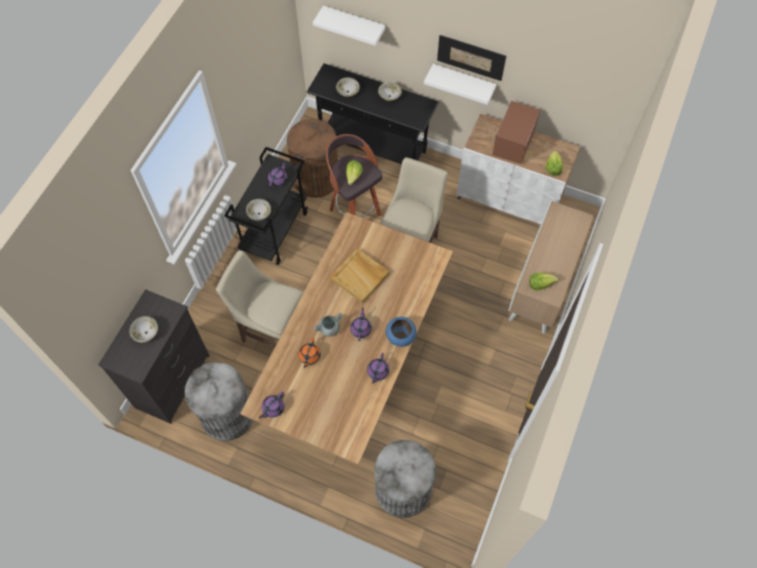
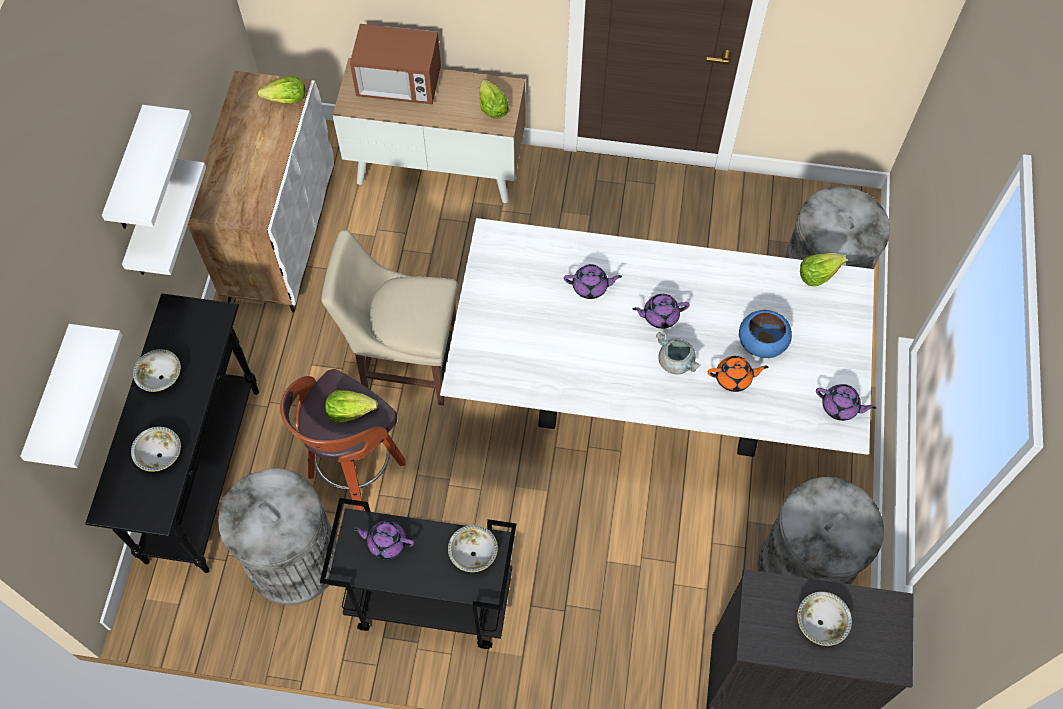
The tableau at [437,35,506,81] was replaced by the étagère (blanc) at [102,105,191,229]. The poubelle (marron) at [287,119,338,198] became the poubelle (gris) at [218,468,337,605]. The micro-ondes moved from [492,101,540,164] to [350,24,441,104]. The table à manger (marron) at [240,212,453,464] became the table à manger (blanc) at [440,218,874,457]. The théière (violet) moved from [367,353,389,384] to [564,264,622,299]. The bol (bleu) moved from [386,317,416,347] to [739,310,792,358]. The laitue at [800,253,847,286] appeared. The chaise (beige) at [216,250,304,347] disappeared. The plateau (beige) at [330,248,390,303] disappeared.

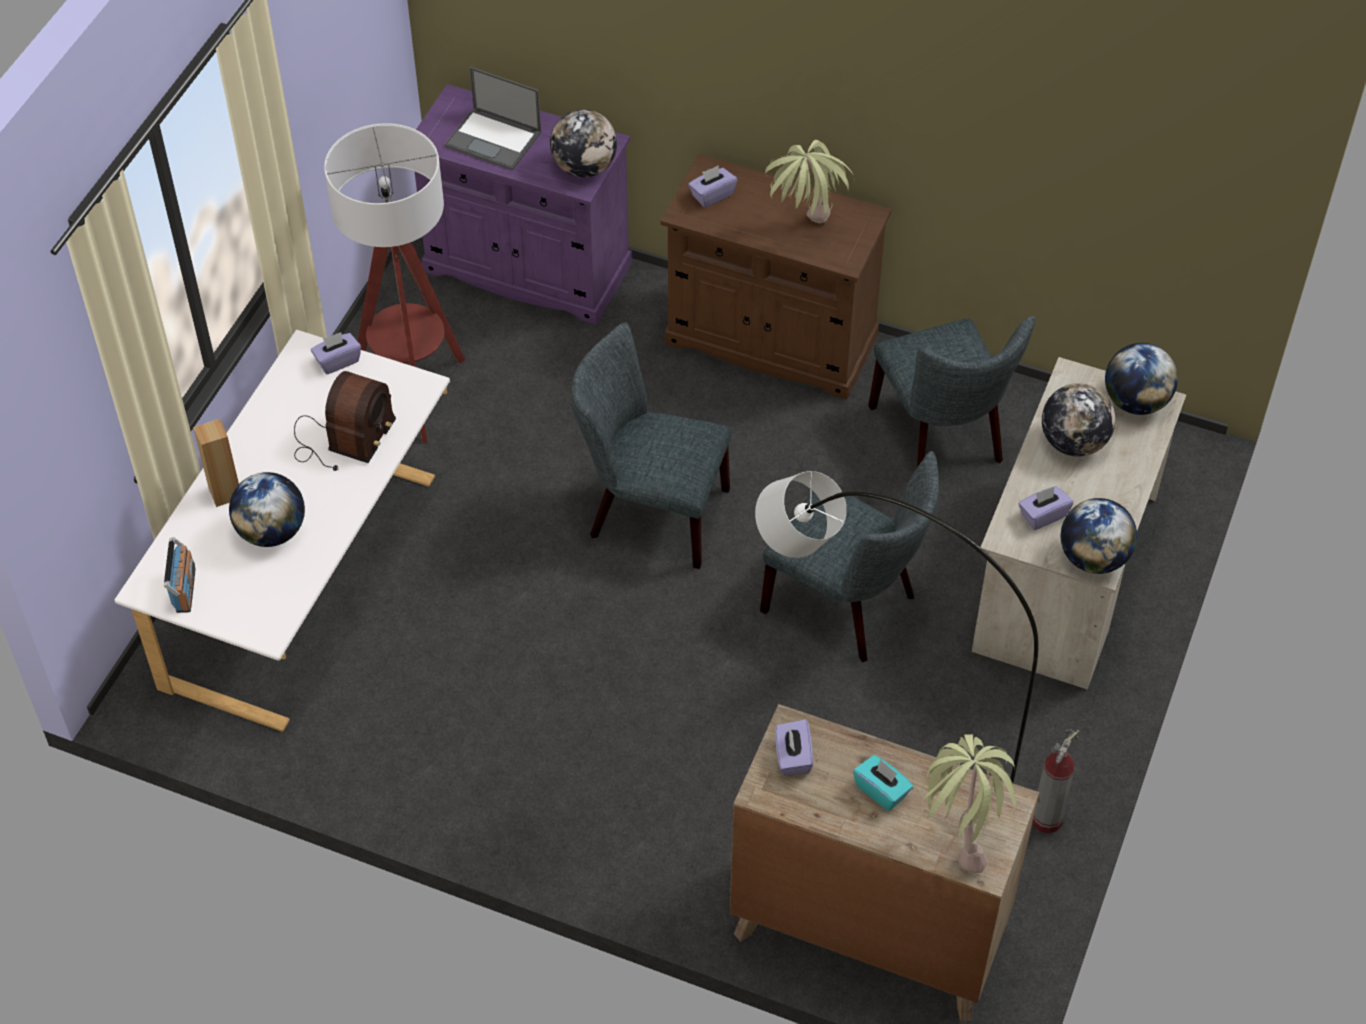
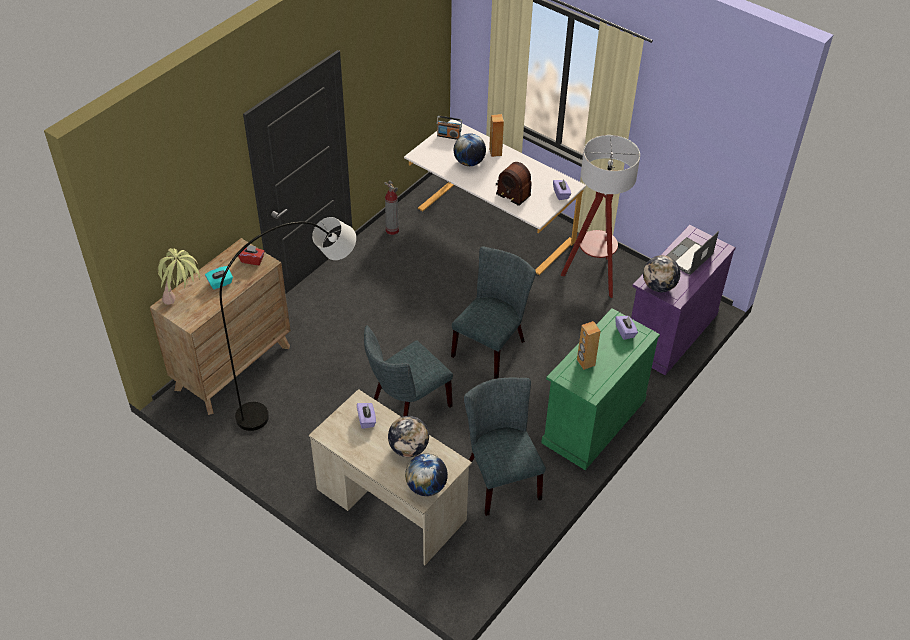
The boîte à mouchoirs (violet) at [775,719,813,775] became the boîte à mouchoirs (rouge) at [238,245,265,265]. The extincteur moved from [1032,729,1079,833] to [385,180,399,235]. The chaise (gris) at [868,316,1035,467] turned 75 degrees clockwise. The meuble de rangement (marron) at [661,154,892,400] became the meuble de rangement (vert) at [541,308,660,470]. The plante en pot at [765,140,853,223] was replaced by the enceinte (marron) at [577,321,600,370]. The globe at [1061,498,1137,574] disappeared.

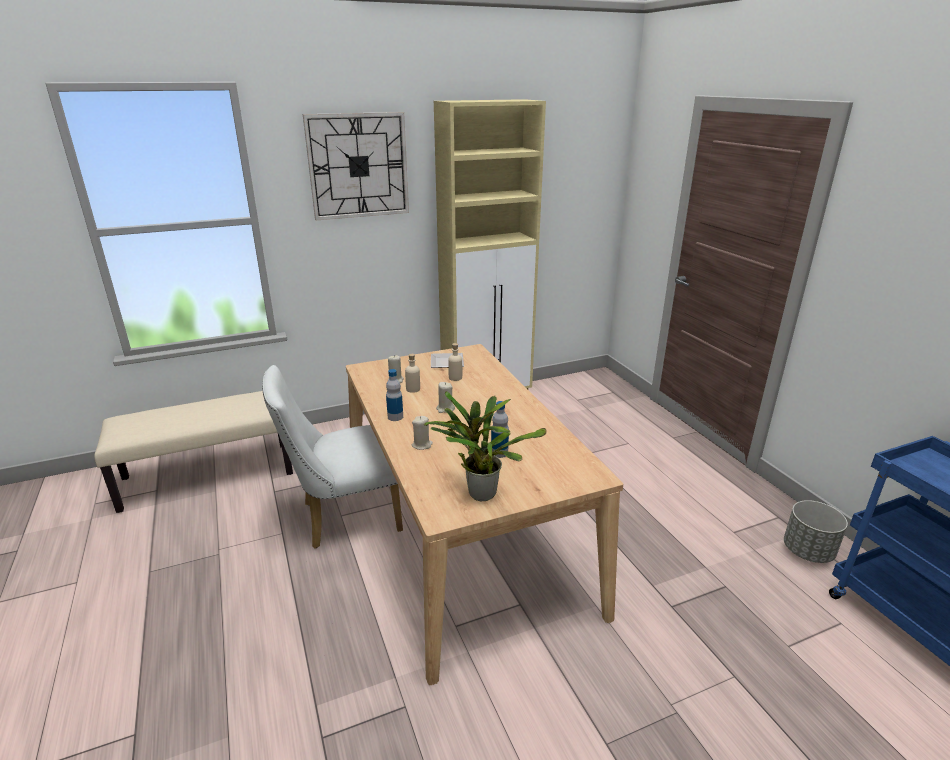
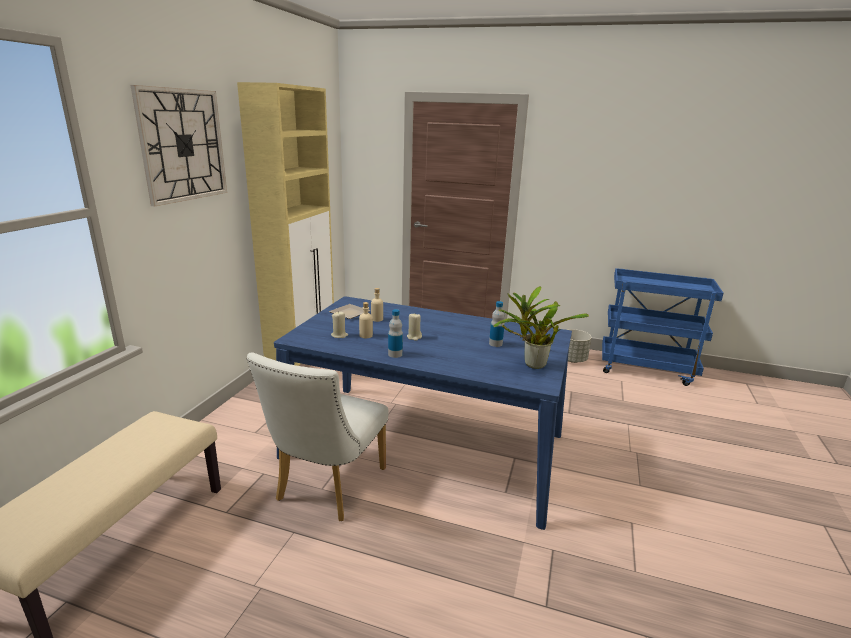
The table à manger (beige) at [346,344,623,685] became the table à manger (bleu) at [274,296,572,530]. The bougie (beige) at [412,416,433,450] disappeared.

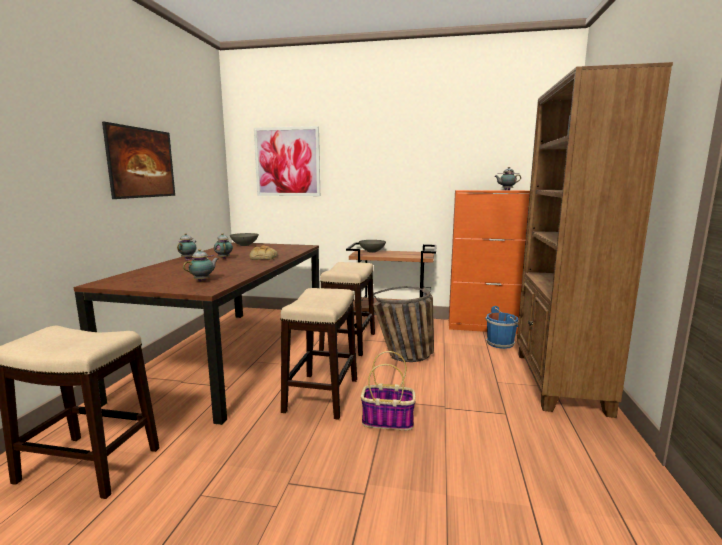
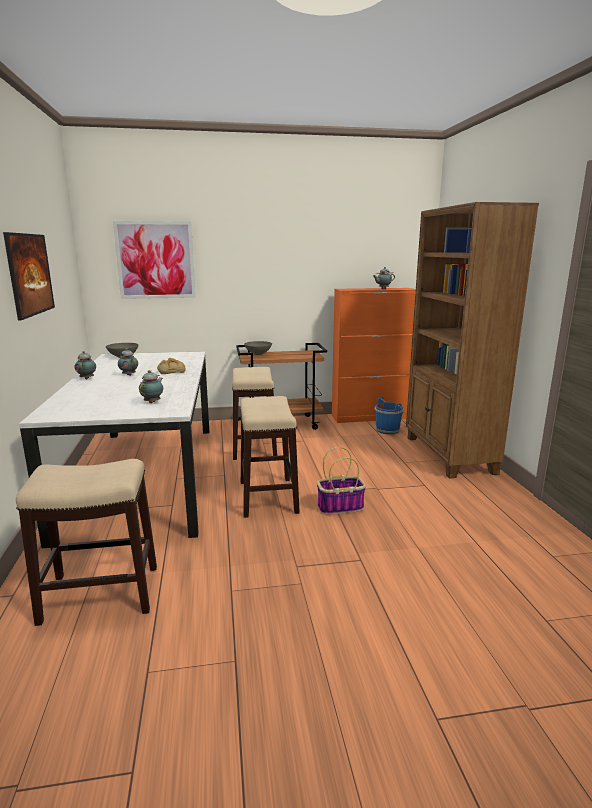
The table à manger (marron) at [74,242,320,425] became the table à manger (blanc) at [19,351,209,548]. The panier at [373,286,434,362] disappeared.

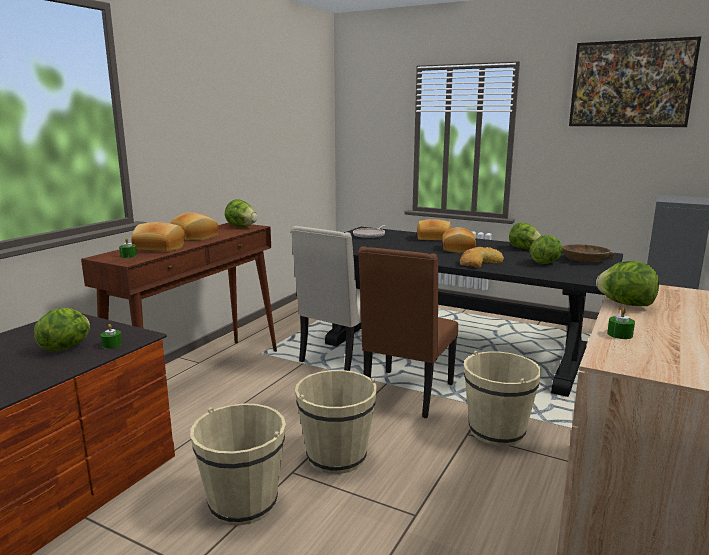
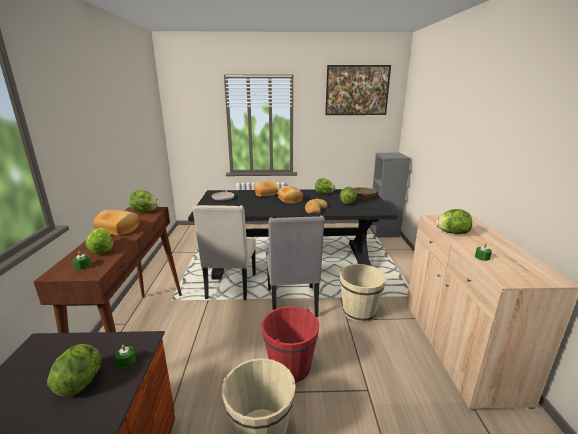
The pain at [131,222,185,251] was replaced by the laitue at [86,228,113,254]. The seau (beige) at [295,370,377,474] became the seau (rouge) at [261,306,319,383]. The chaise (marron) at [358,246,458,418] became the chaise (gris) at [266,216,325,317].

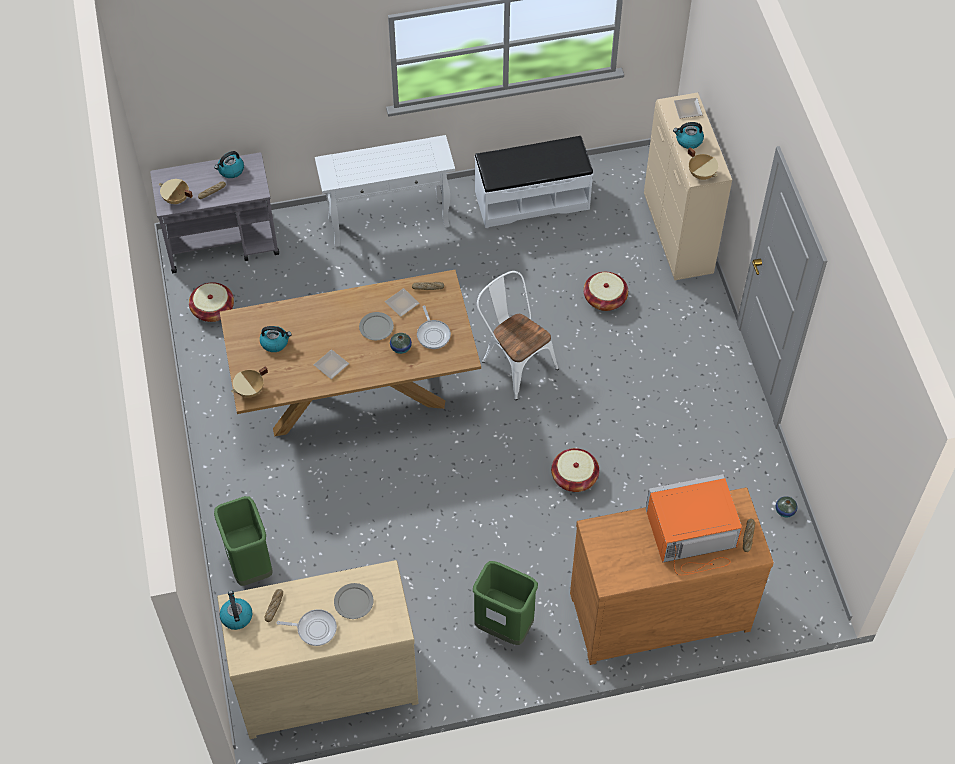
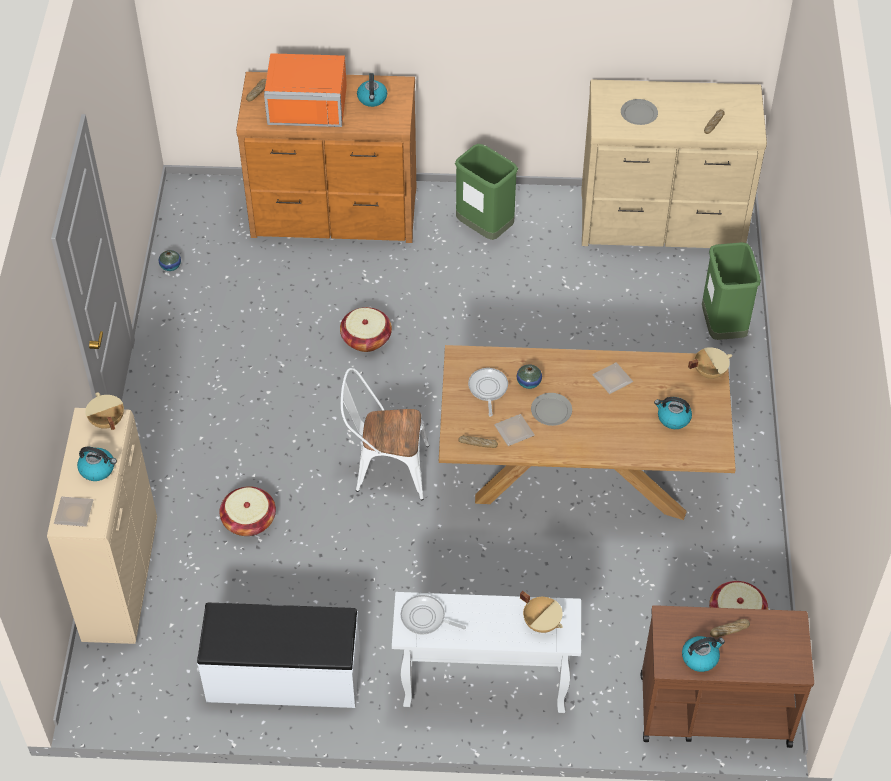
The chaise (blanc) at [477,271,559,400] turned 120 degrees clockwise. The bouilloire moved from [220,591,252,630] to [357,73,387,107]. The poêle moved from [276,609,337,646] to [400,595,466,635]. The marmite (beige) moved from [159,179,193,204] to [520,591,563,633]. The chariot (gris) at [150,152,279,273] became the chariot (marron) at [640,605,814,748].

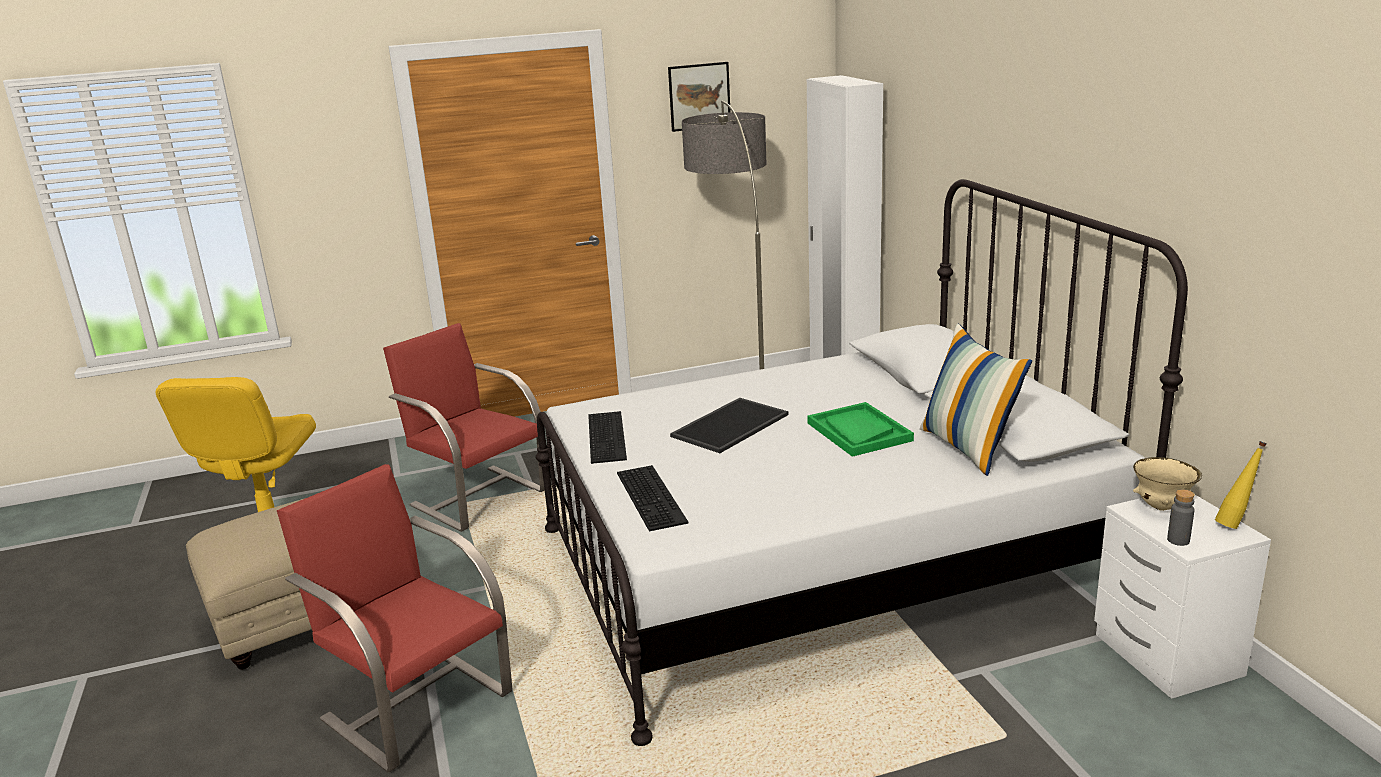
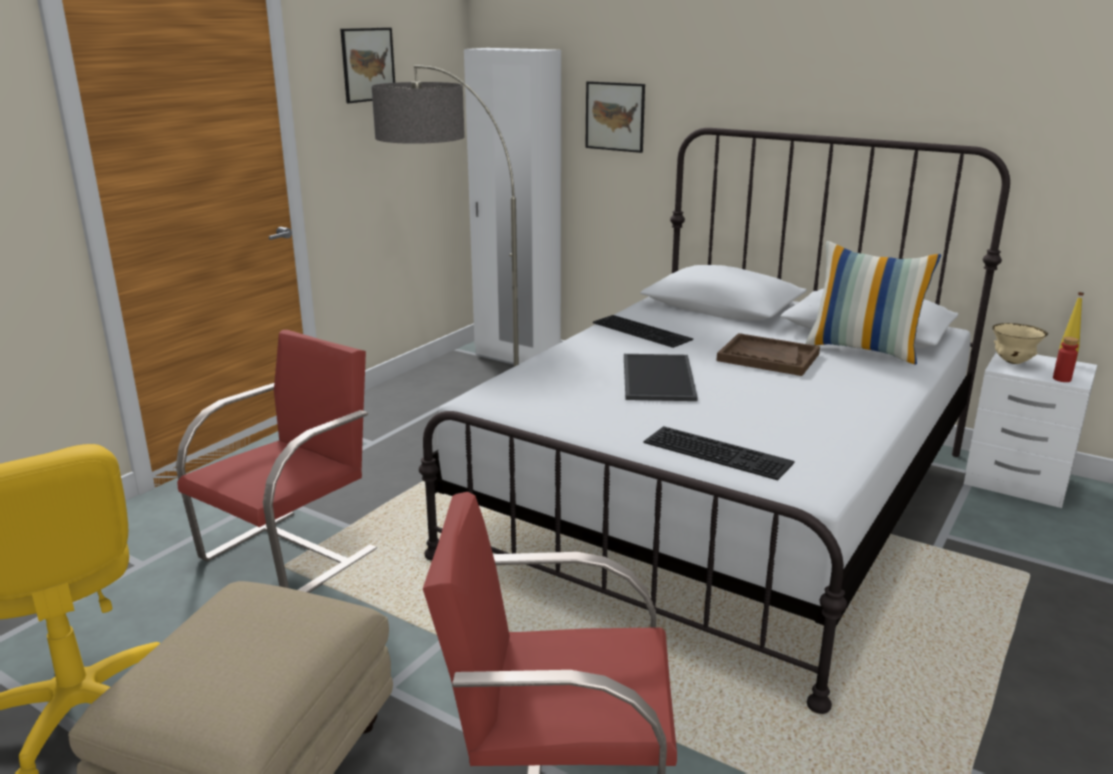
The chaise (rouge) at [383,323,544,532] turned 120 degrees clockwise. The tableau at [585,81,645,153] appeared. The clavier moved from [588,411,627,464] to [593,315,693,348]. The plateau (vert) at [808,402,914,457] became the plateau (marron) at [716,333,820,376]. The bouteille (gris) at [1167,489,1195,546] became the bouteille (rouge) at [1053,337,1079,382].

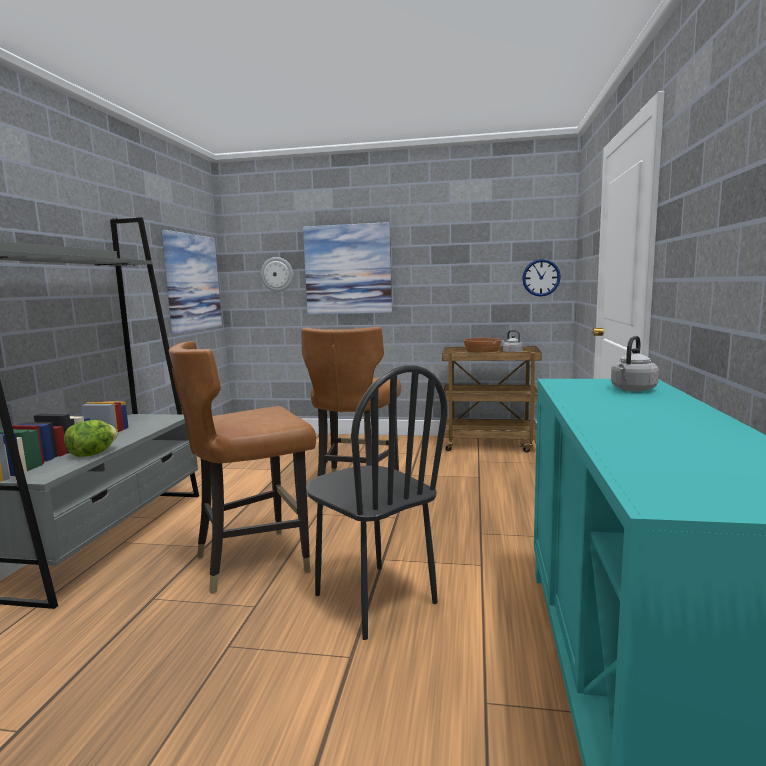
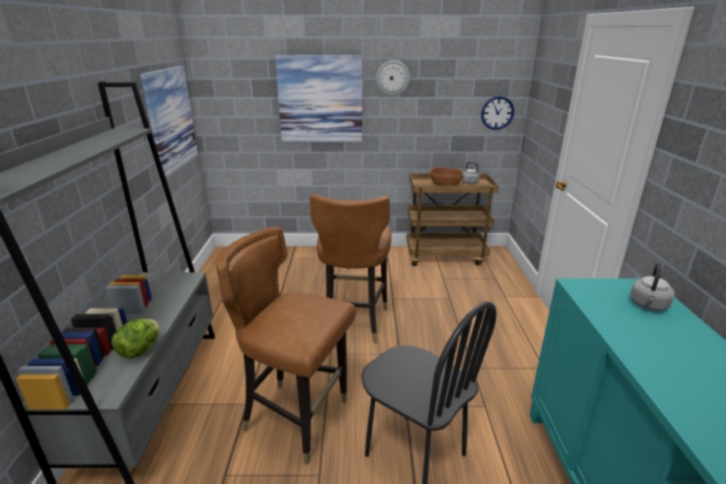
The chaise (marron) at [169,341,316,594] turned 60 degrees clockwise. The horloge murale moved from [261,257,293,292] to [376,60,410,96].

